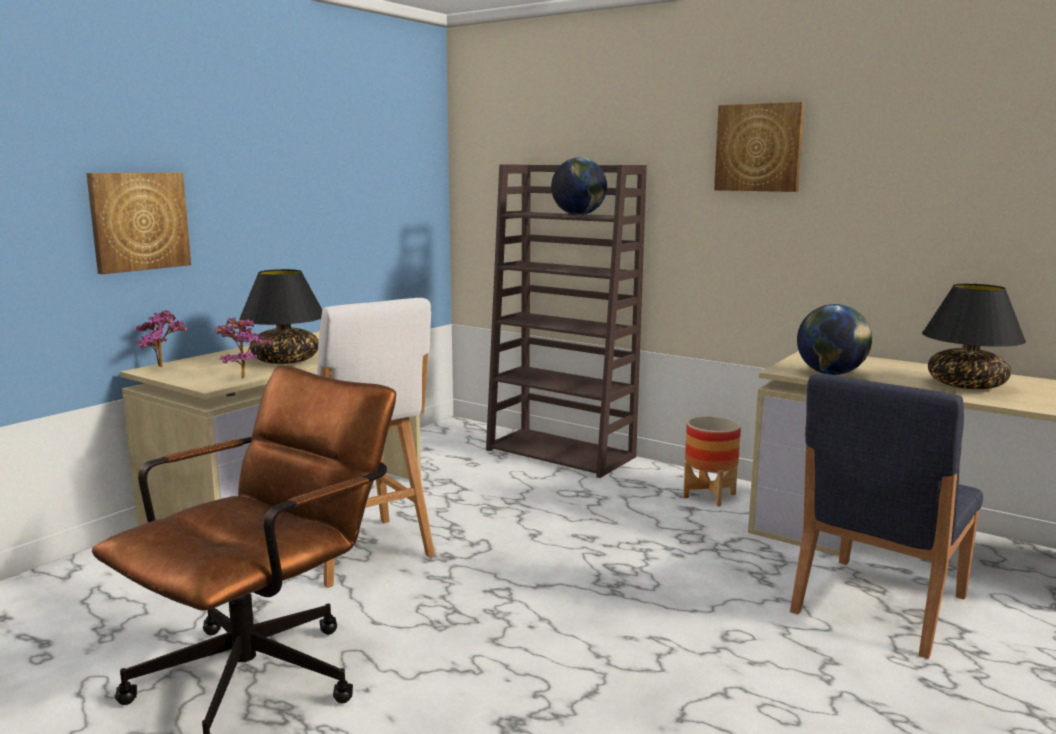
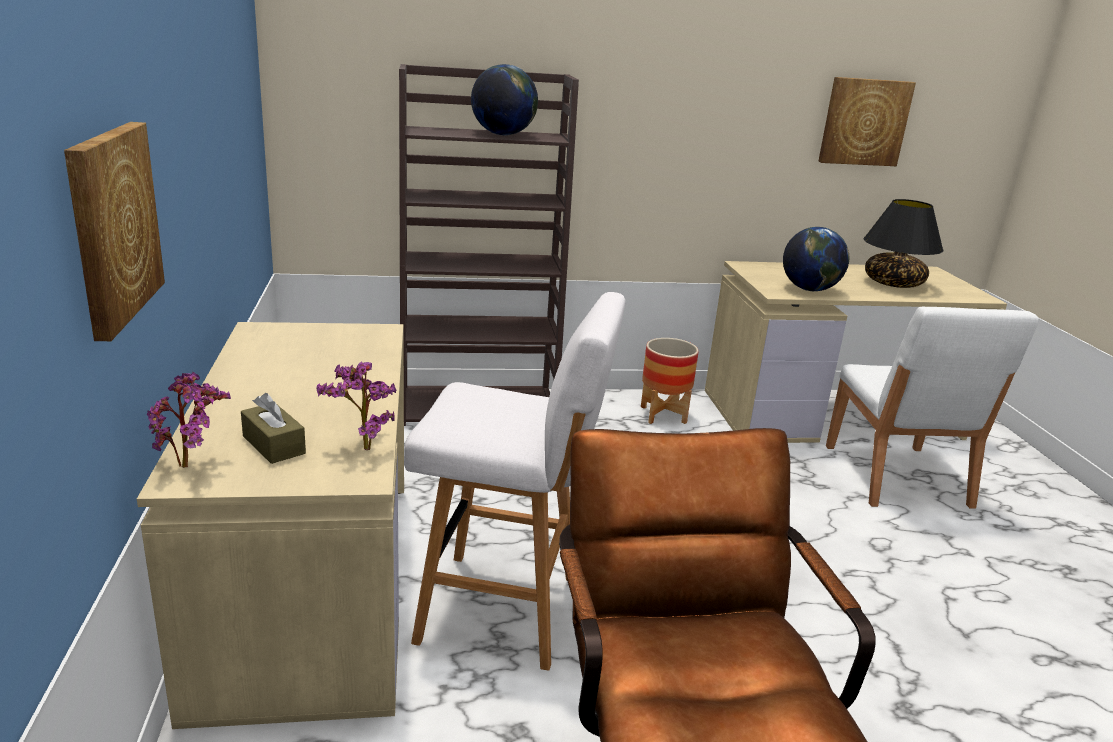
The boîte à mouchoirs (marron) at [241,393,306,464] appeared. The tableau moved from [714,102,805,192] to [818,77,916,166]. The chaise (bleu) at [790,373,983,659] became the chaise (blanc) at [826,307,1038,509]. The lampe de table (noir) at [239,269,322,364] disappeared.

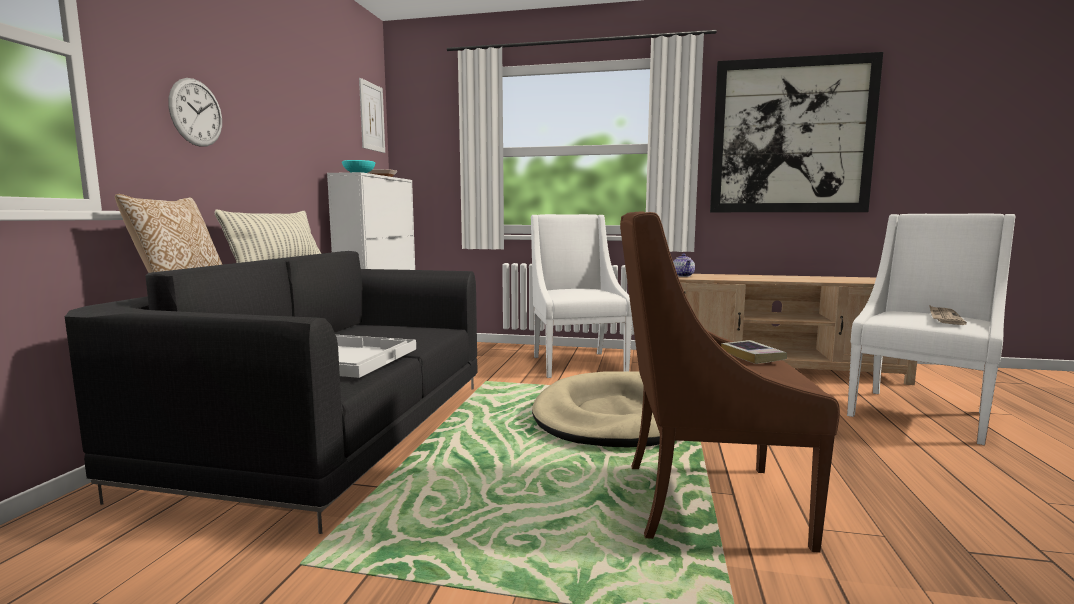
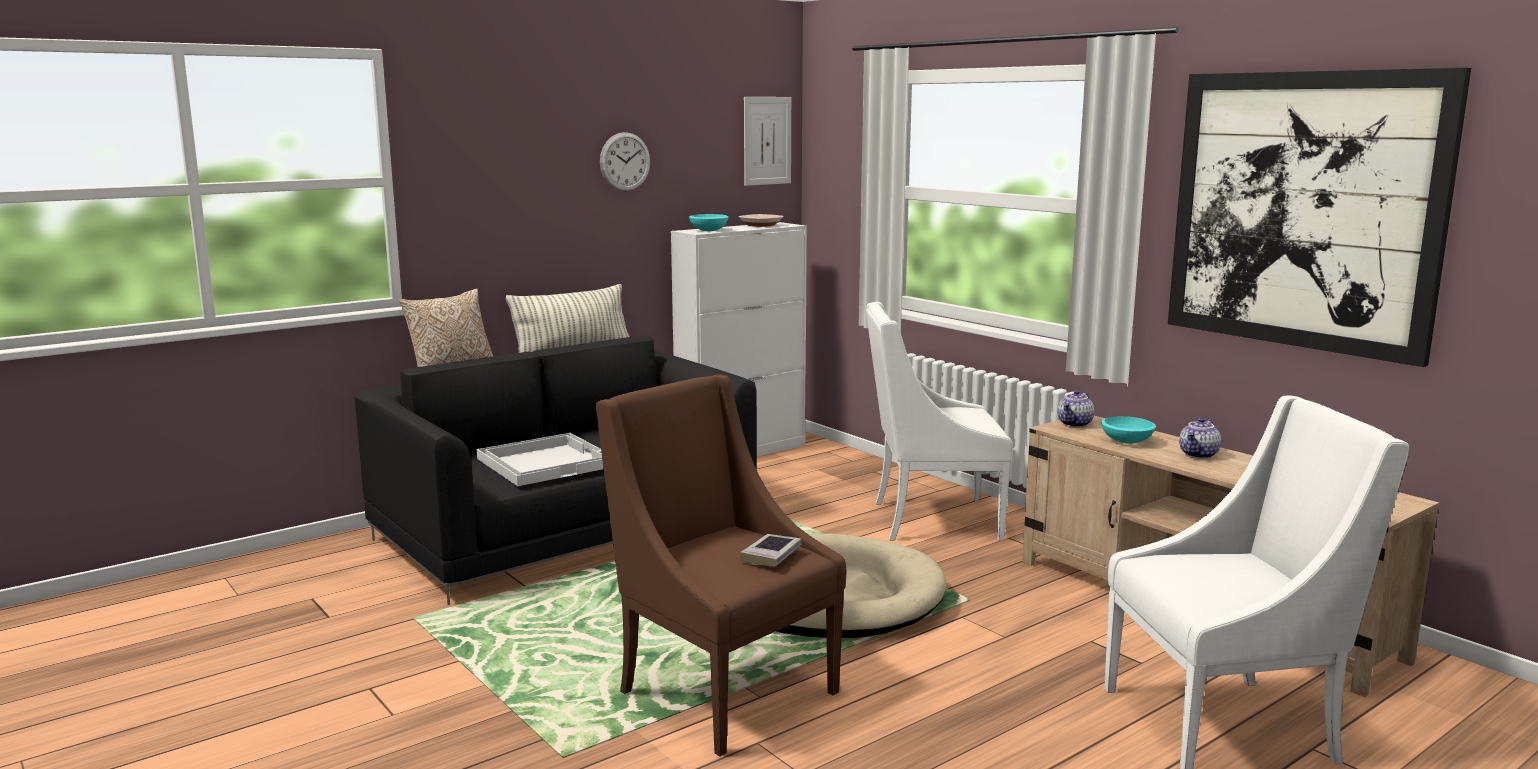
The horloge murale moved from [168,78,222,147] to [600,132,650,192]. The fauteuil (blanc) at [531,214,632,378] turned 120 degrees counterclockwise. The bol (turquoise) at [1101,416,1156,444] appeared. The théière at [1179,418,1221,459] appeared. The journal at [929,305,967,325] disappeared.

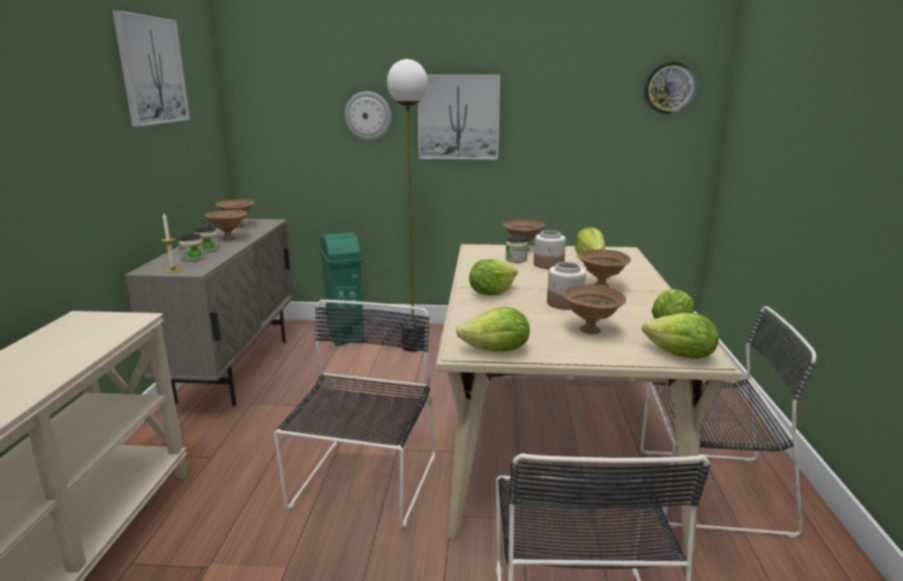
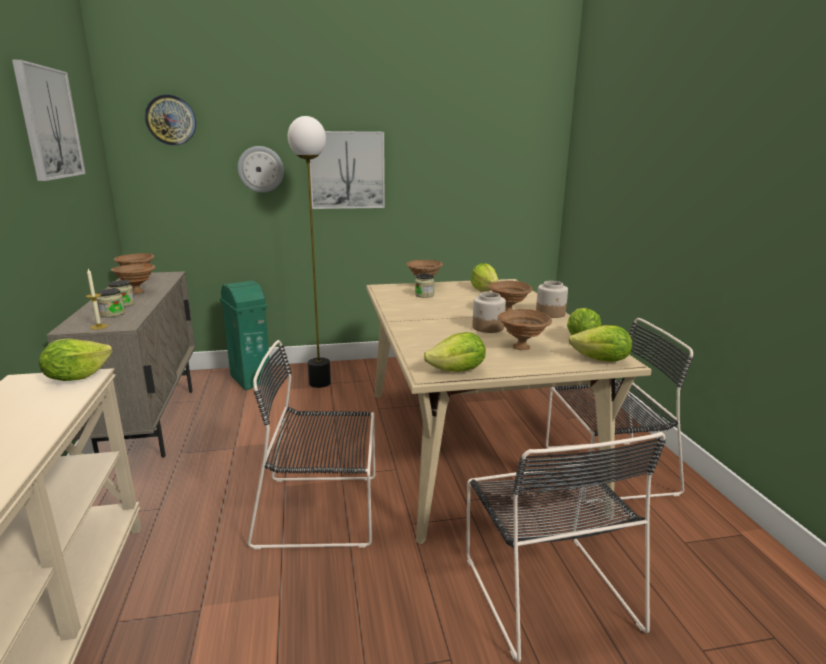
The laitue moved from [469,259,517,295] to [39,339,113,381]. The horloge murale moved from [644,62,696,114] to [145,94,196,145]. The chaise (noir) at [274,300,436,529] turned 90 degrees counterclockwise. The bocal moved from [534,230,566,269] to [536,281,568,318].

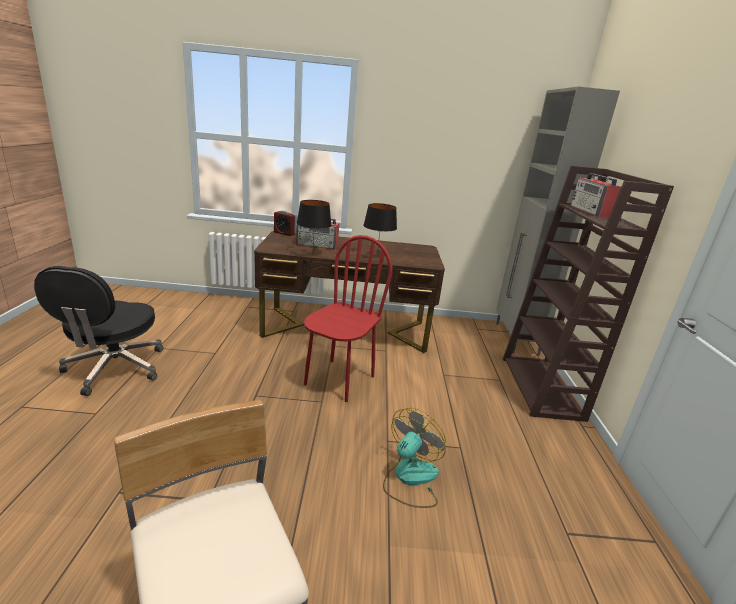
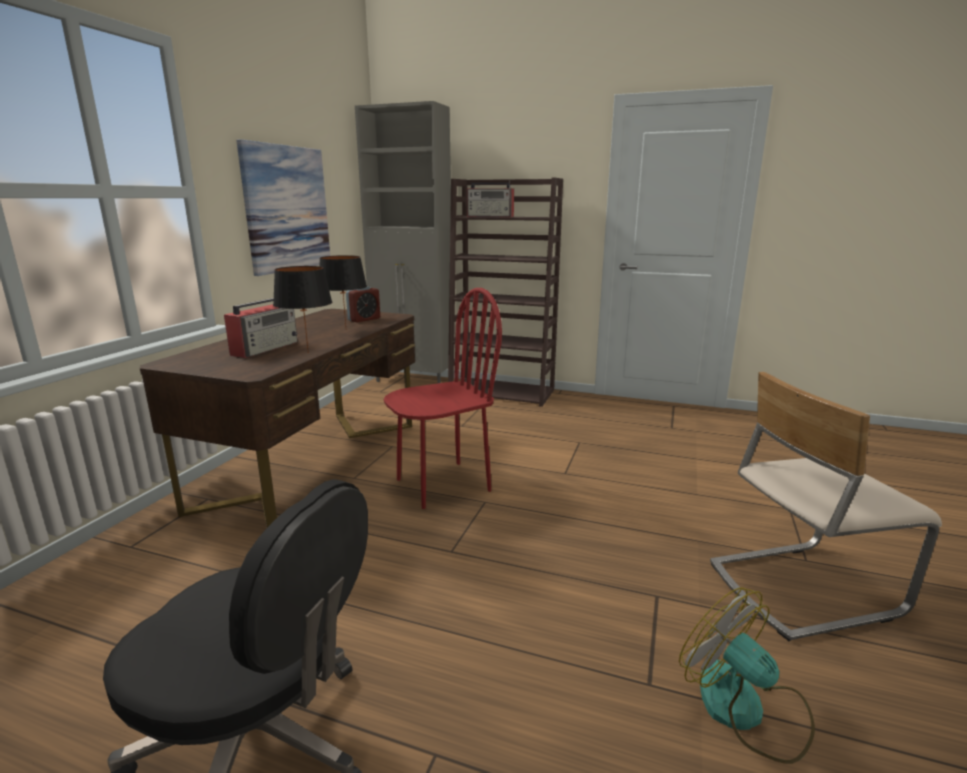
The tableau at [236,139,330,276] appeared. The réveil moved from [274,210,297,236] to [346,286,380,322]. The chaise (rouge) at [304,235,393,402] turned 105 degrees clockwise. The ventilateur moved from [383,408,446,508] to [679,588,815,764].

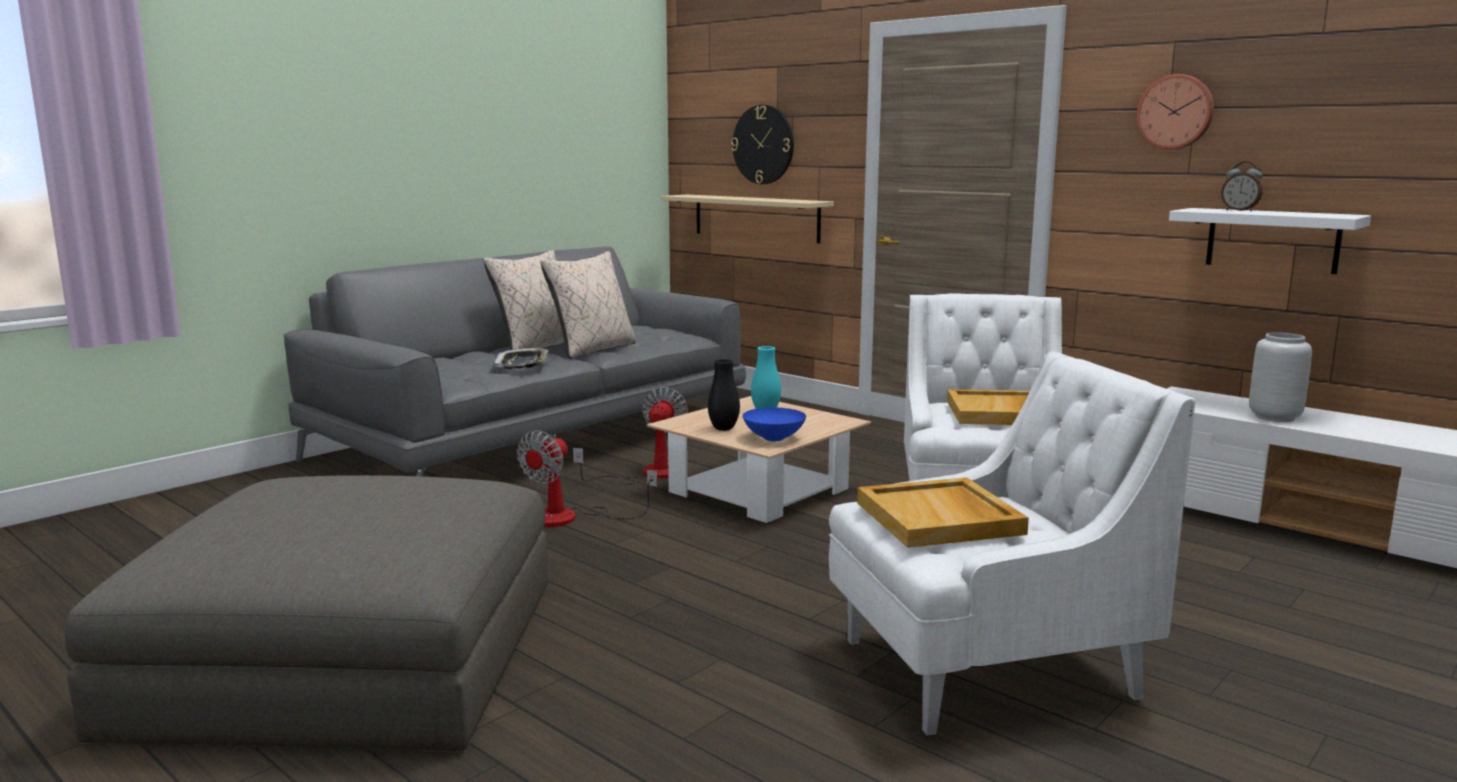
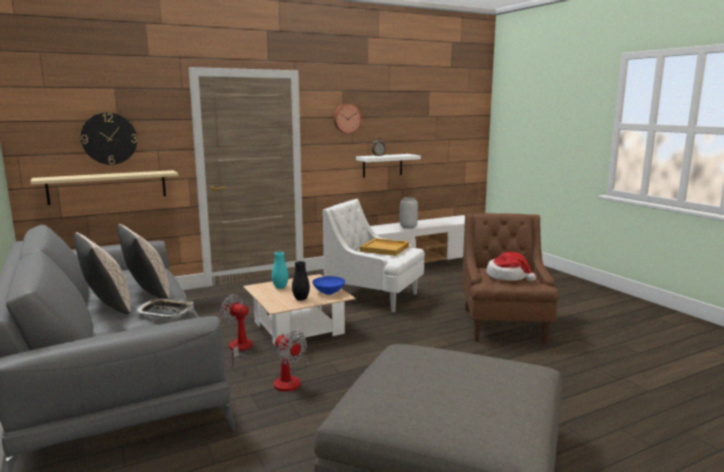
The fauteuil (blanc) at [829,352,1195,736] became the fauteuil (marron) at [462,213,559,344]. The plateau (beige) at [857,477,1029,548] was replaced by the chapeau at [486,252,536,282].

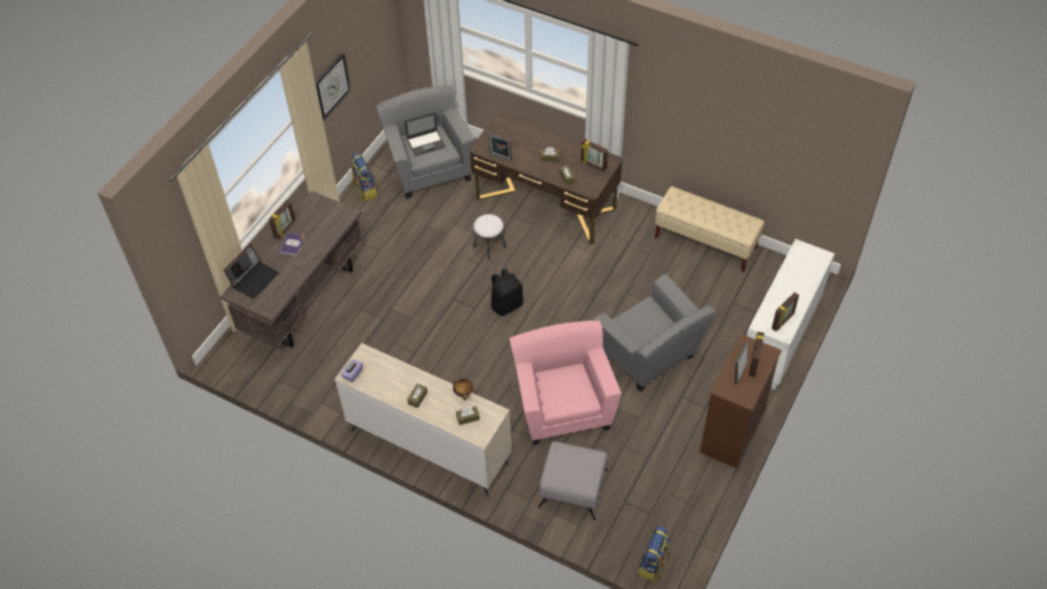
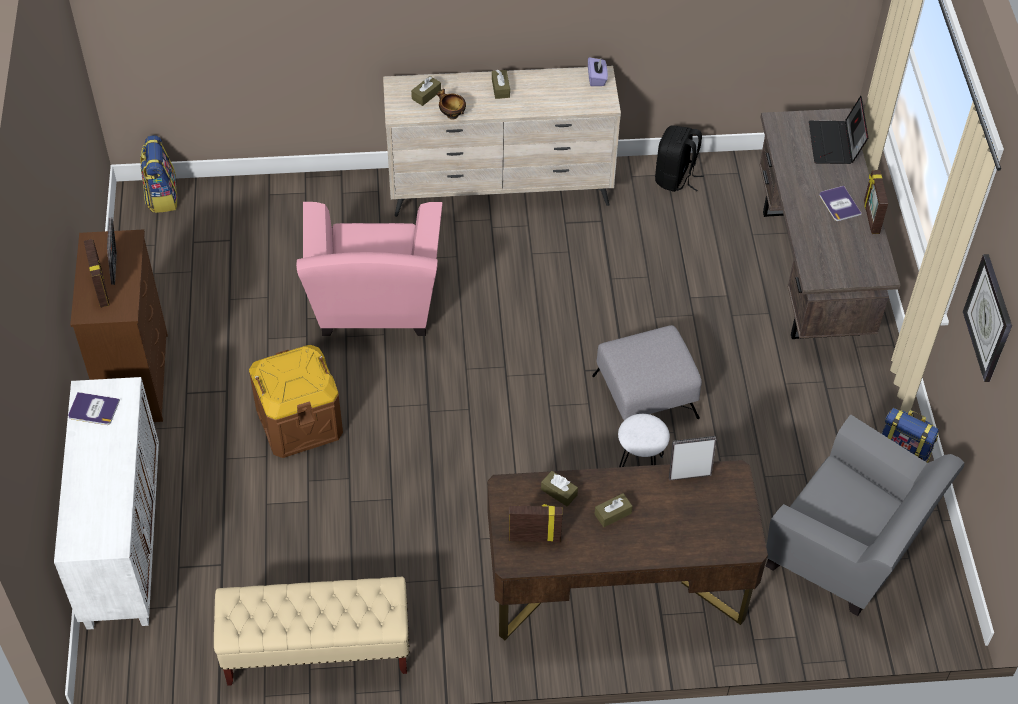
The cadre photo at [772,292,799,331] was replaced by the livre at [68,392,120,425]. The fauteuil (gris) at [593,274,715,392] was replaced by the boîte de rangement (marron) at [249,345,343,458]. The fauteuil (rose) at [510,320,621,445] turned 45 degrees clockwise. The pouf (gris) moved from [538,441,607,520] to [592,325,702,420]. The sac à dos (noir) moved from [490,268,523,316] to [655,125,704,192]. The ordinateur portable at [405,112,446,156] disappeared.

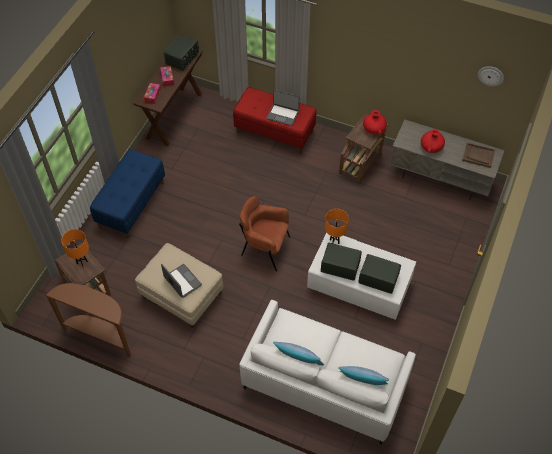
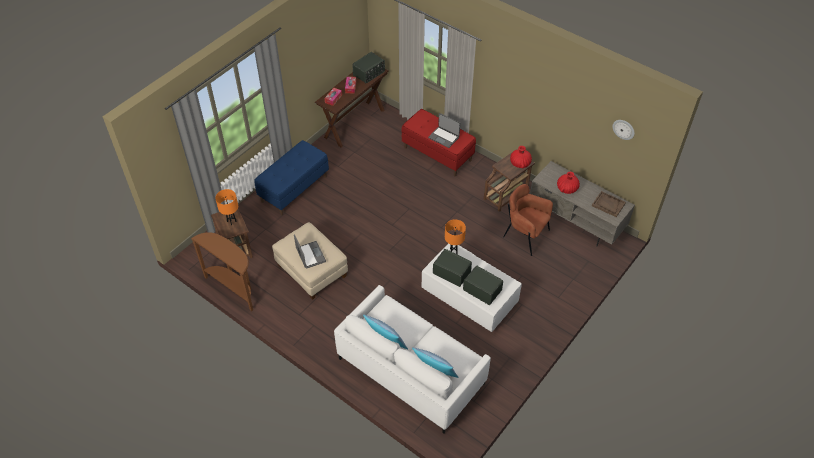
The fauteuil (marron) moved from [239,196,290,272] to [503,184,553,256].

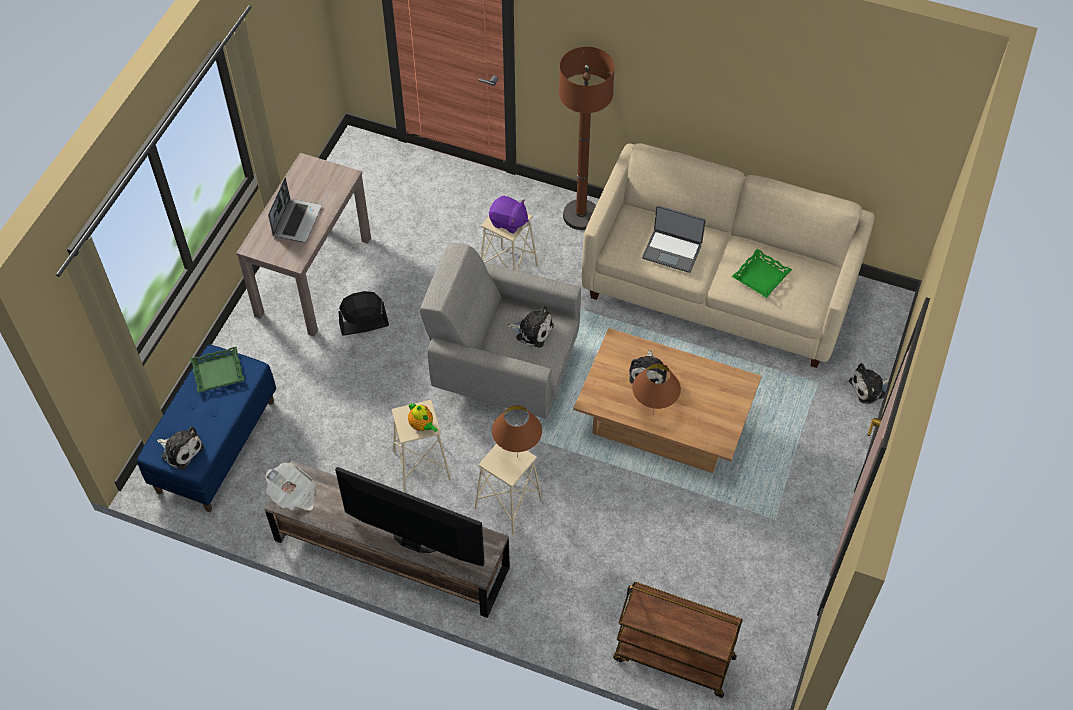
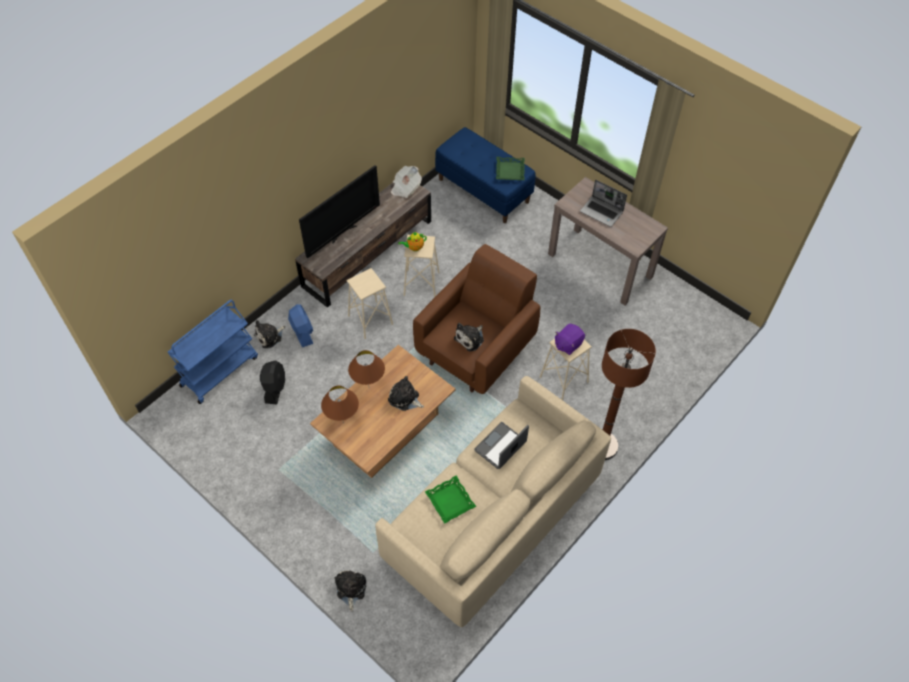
The chariot (marron) at [613,582,743,698] became the chariot (bleu) at [167,300,258,404]. The peluche moved from [157,426,204,470] to [254,320,285,348]. The ventilateur (noir) moved from [339,291,389,336] to [260,360,285,404]. The ventilateur (bleu) at [288,304,313,347] appeared. The lampe de table (marron) moved from [492,405,542,457] to [321,386,359,424]. The fauteuil (gris) at [420,242,581,419] became the fauteuil (marron) at [413,244,540,394].

